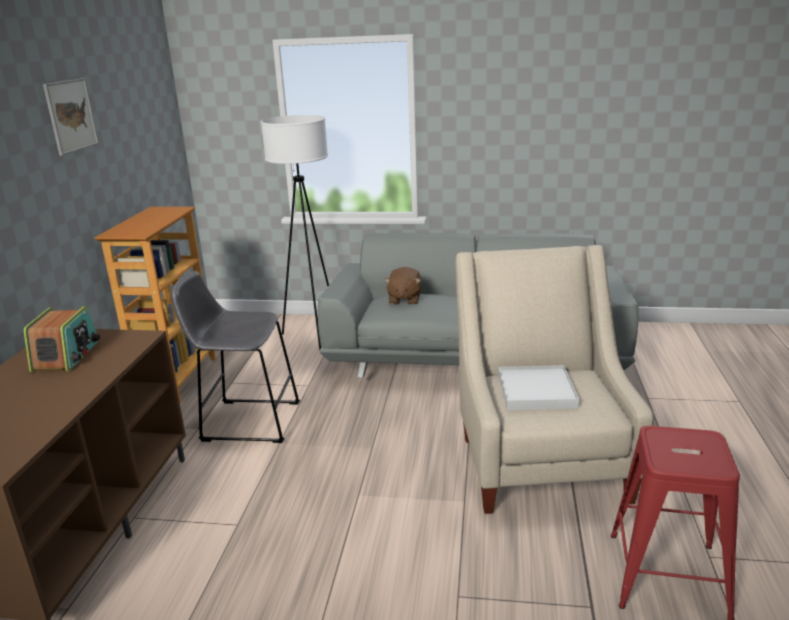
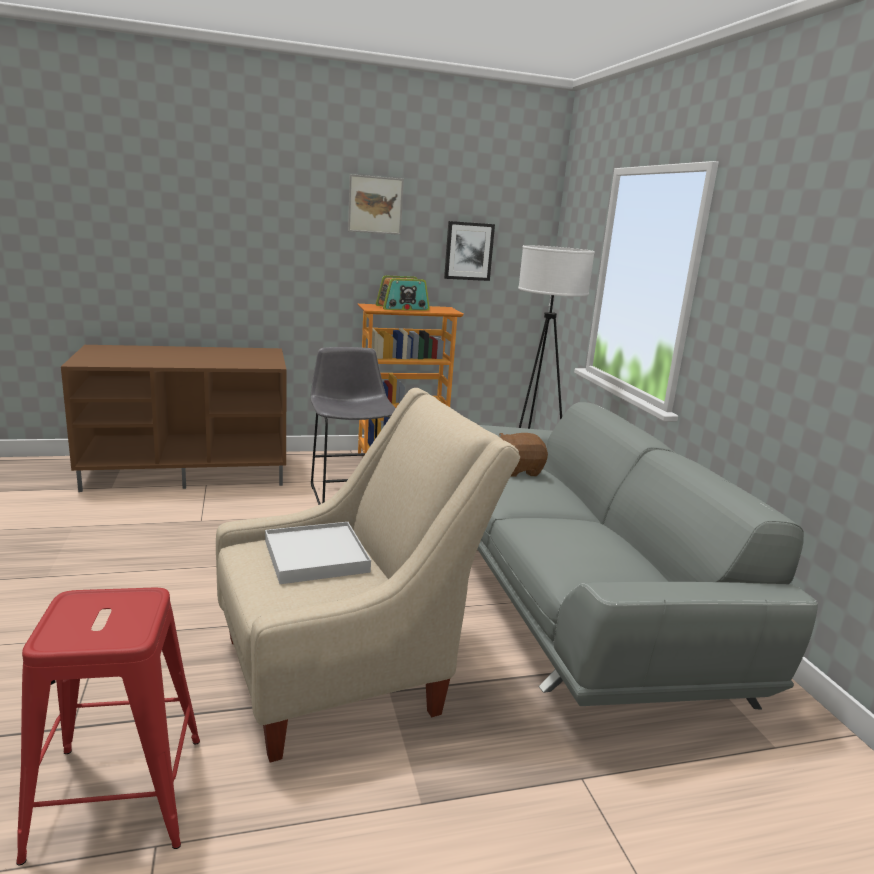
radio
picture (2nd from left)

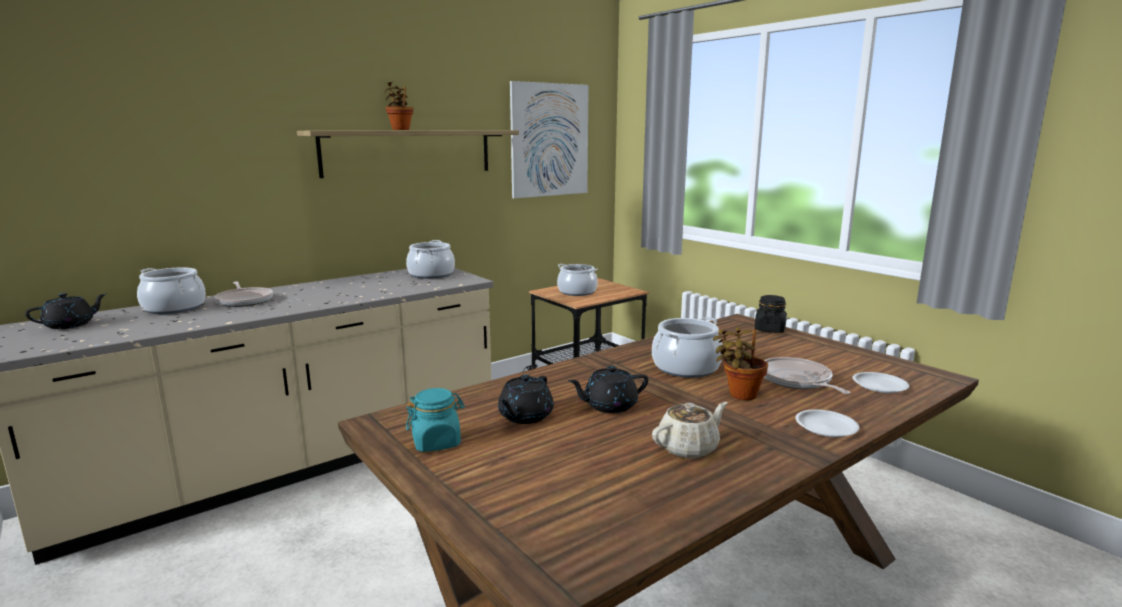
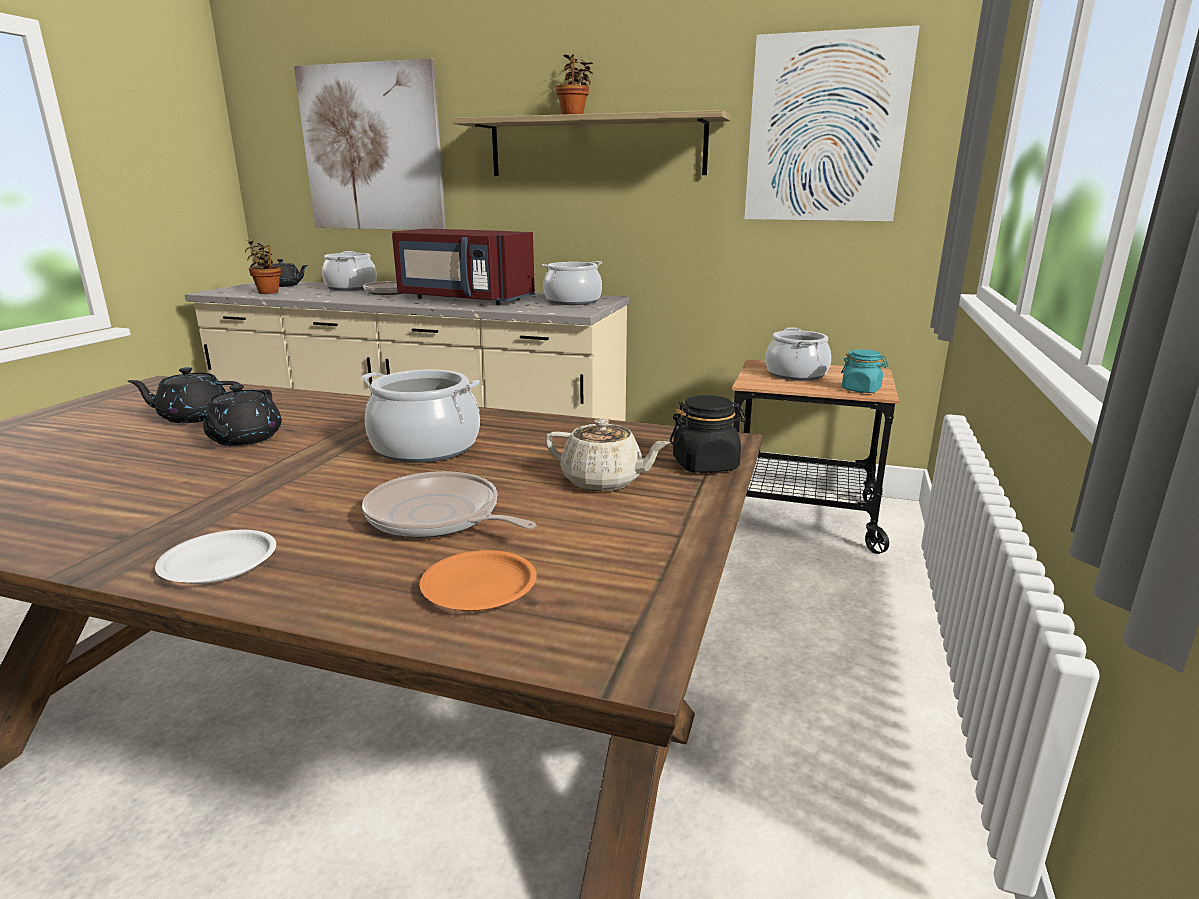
potted plant (1st from left)
frying pan (2nd from left)
teapot (black) (2nd from left)
plate (orange)
jar (turquoise)
teapot (beige)
picture (1st from left)
microwave (red)

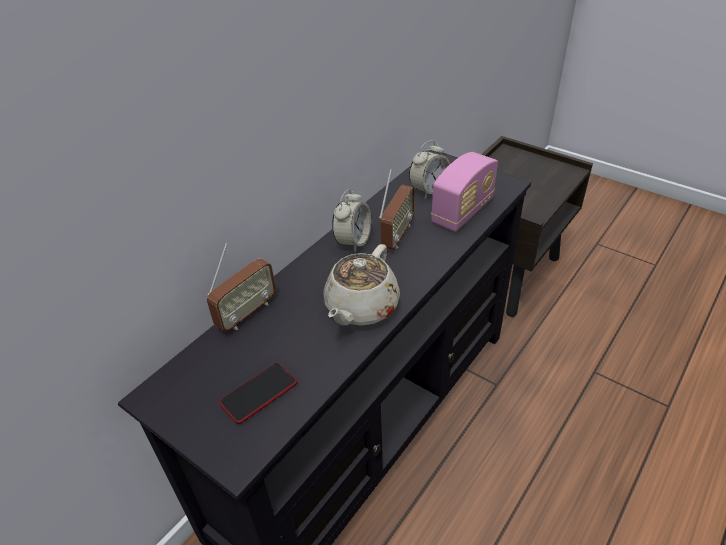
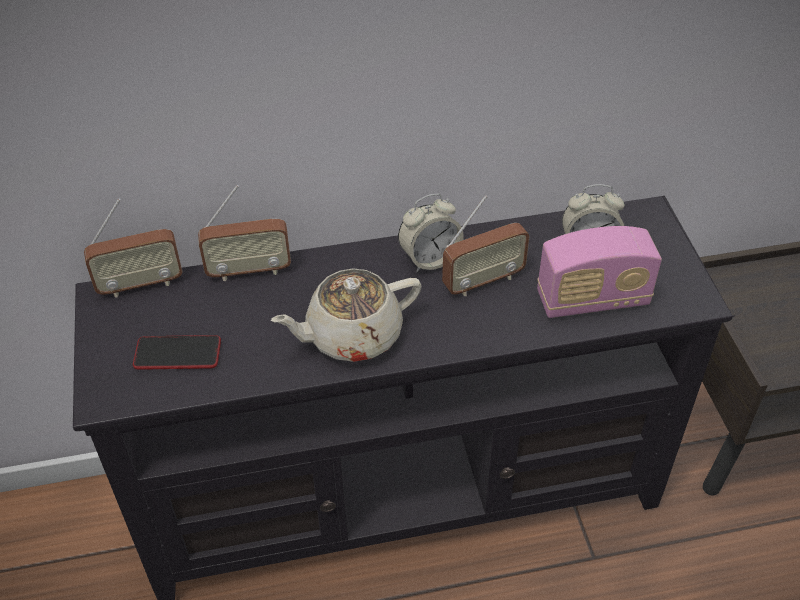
radio (1st from left)

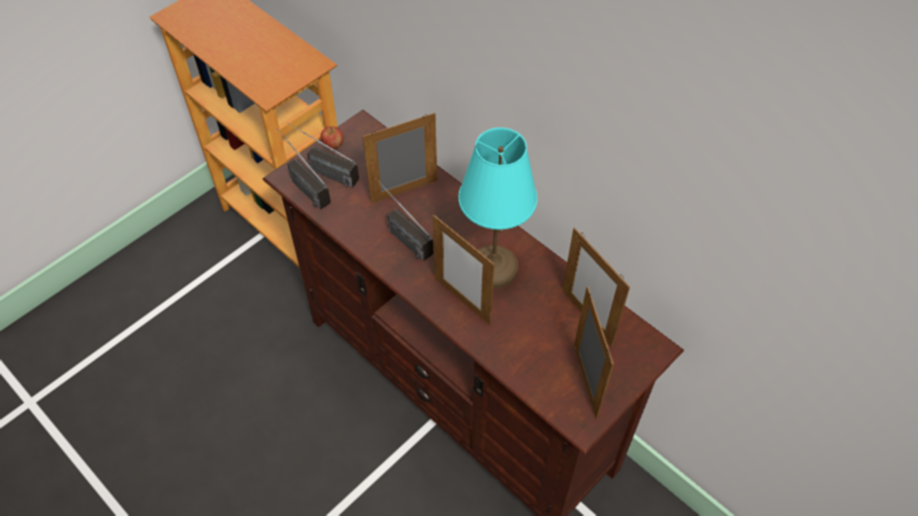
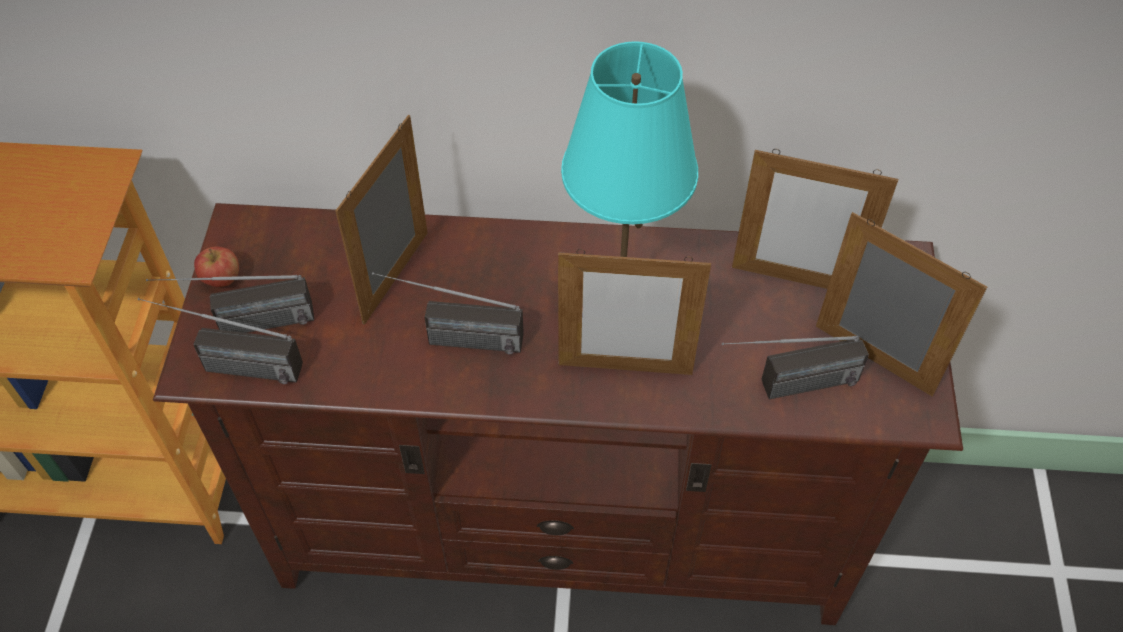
radio (4th from left)

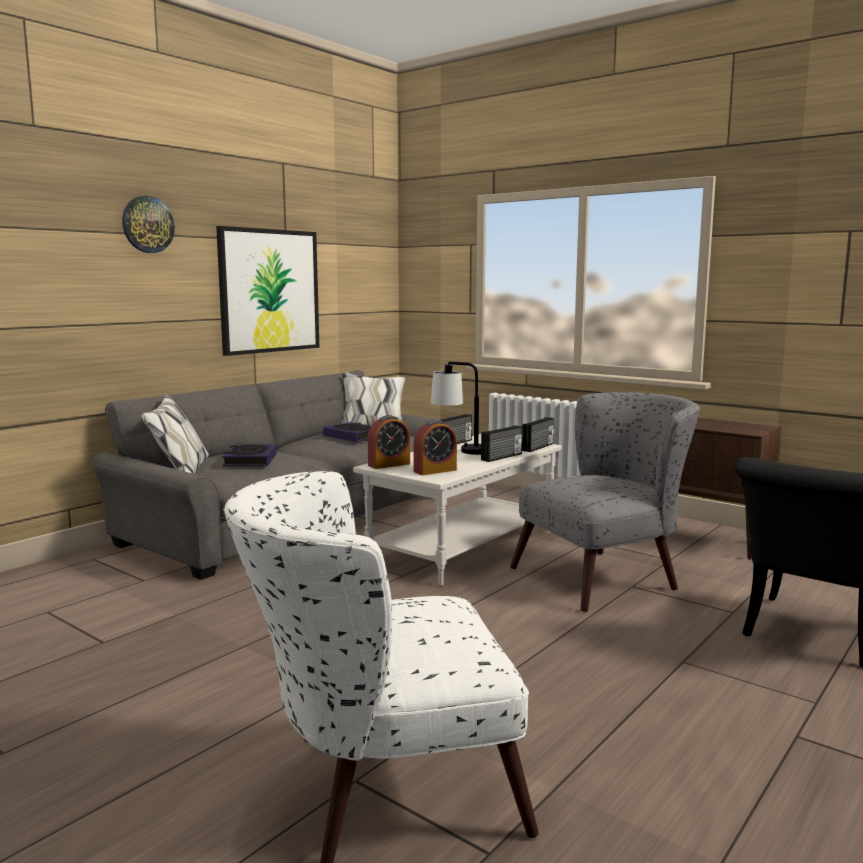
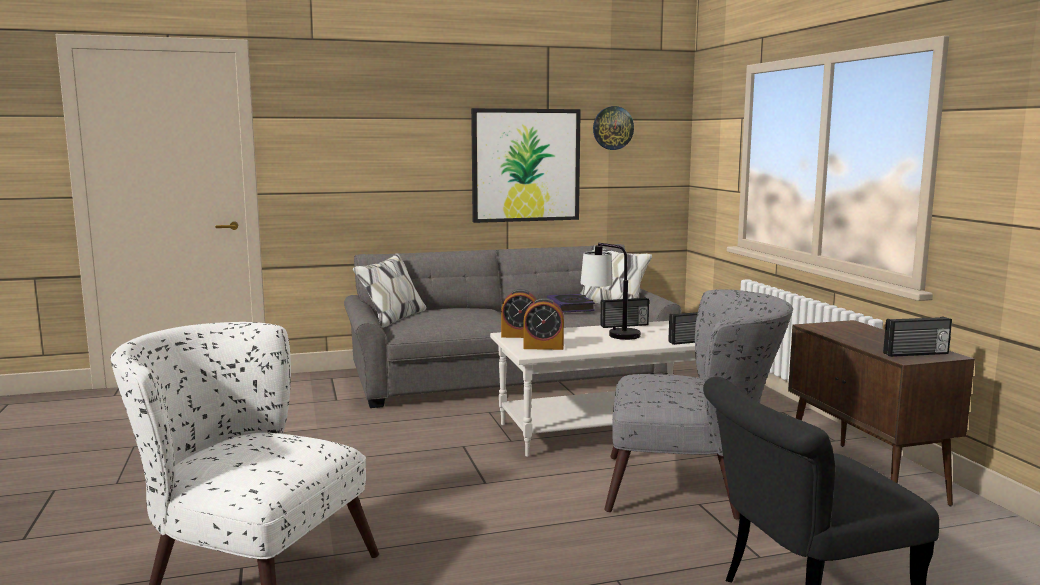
wall clock
radio (3rd from left)
book (1st from left in the first image)

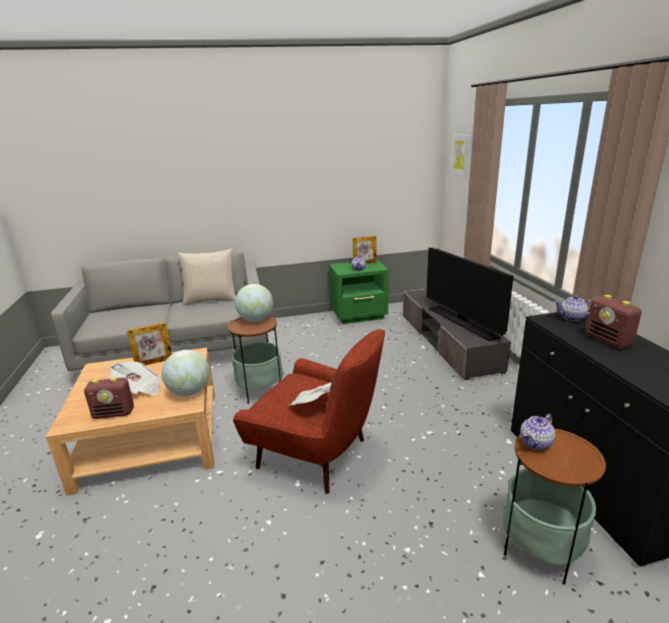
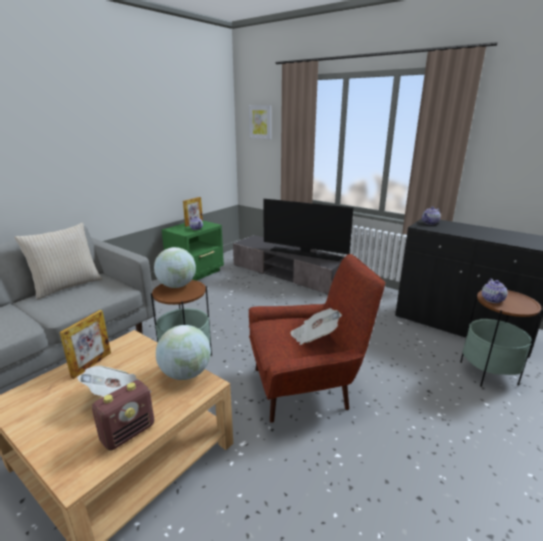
radio (2nd from left in the first image)

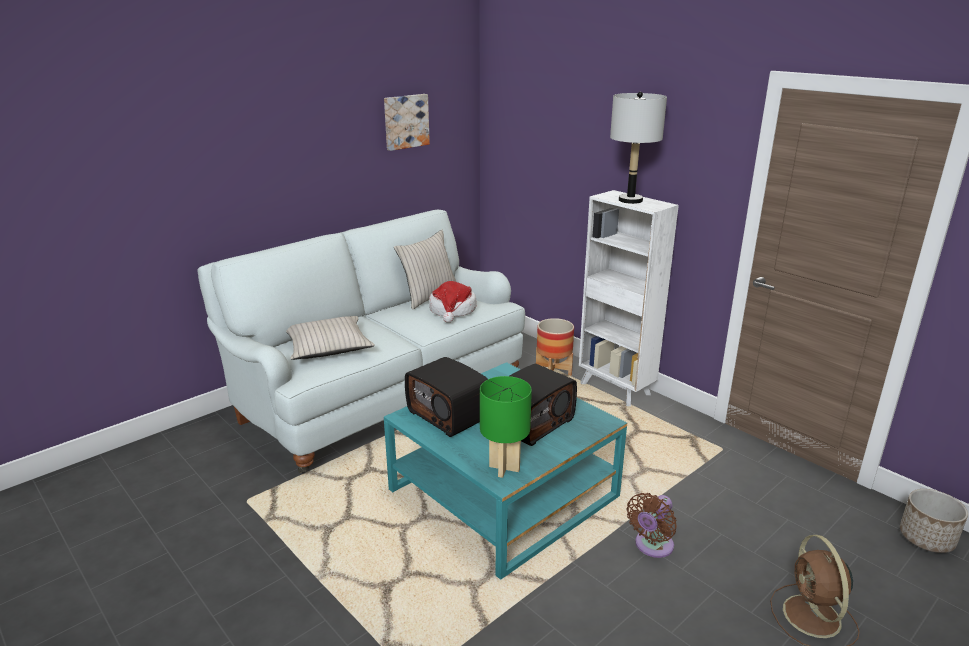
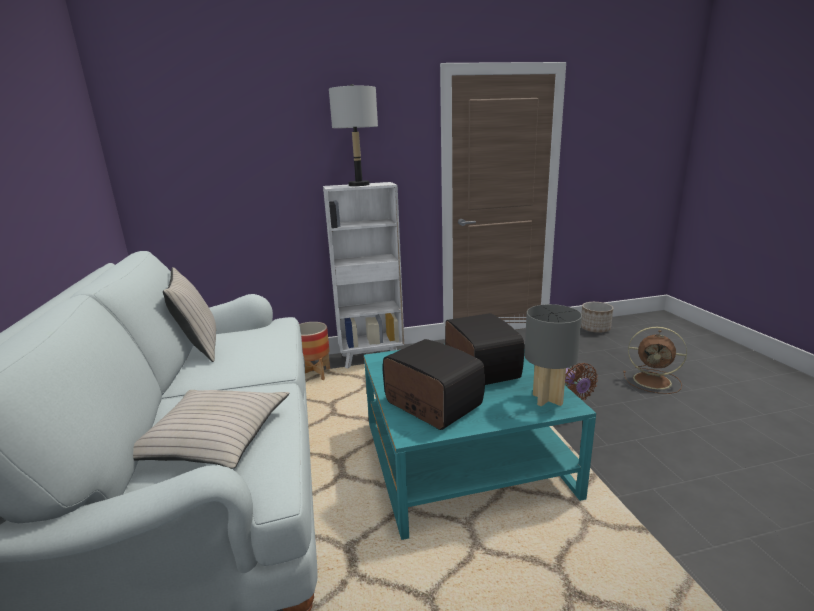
picture
hat
radio (1st from left)
table lamp (grey) (2nd from left)

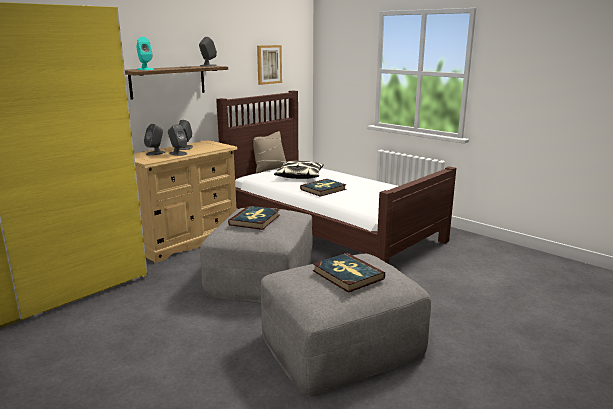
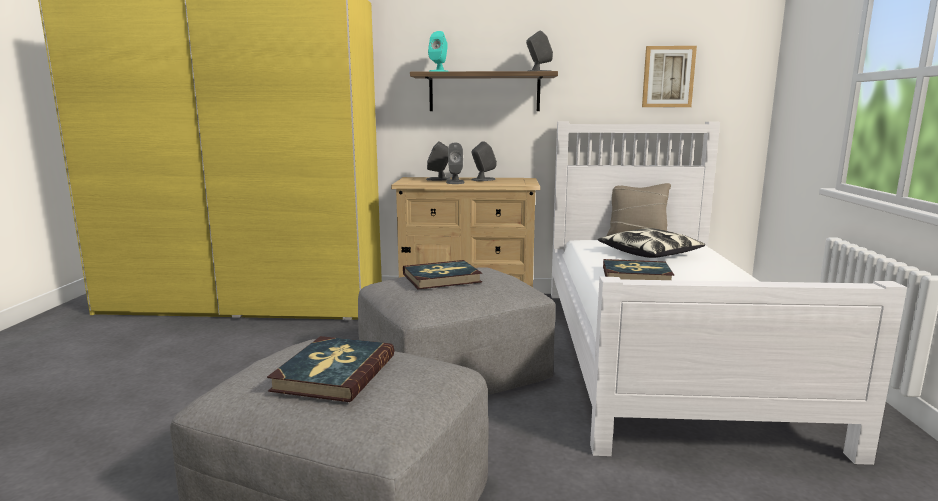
bed (white)

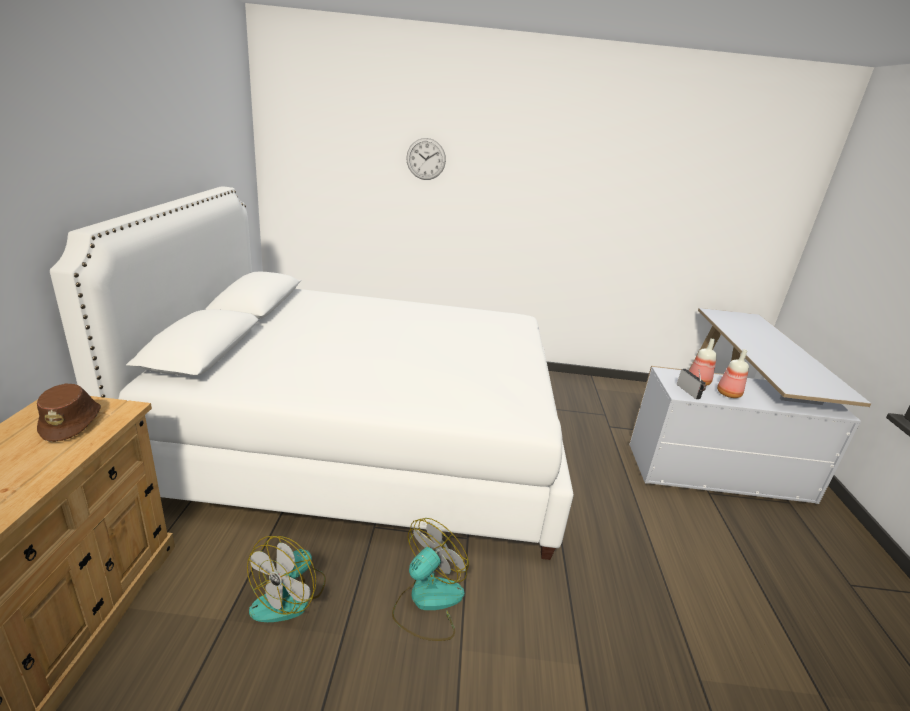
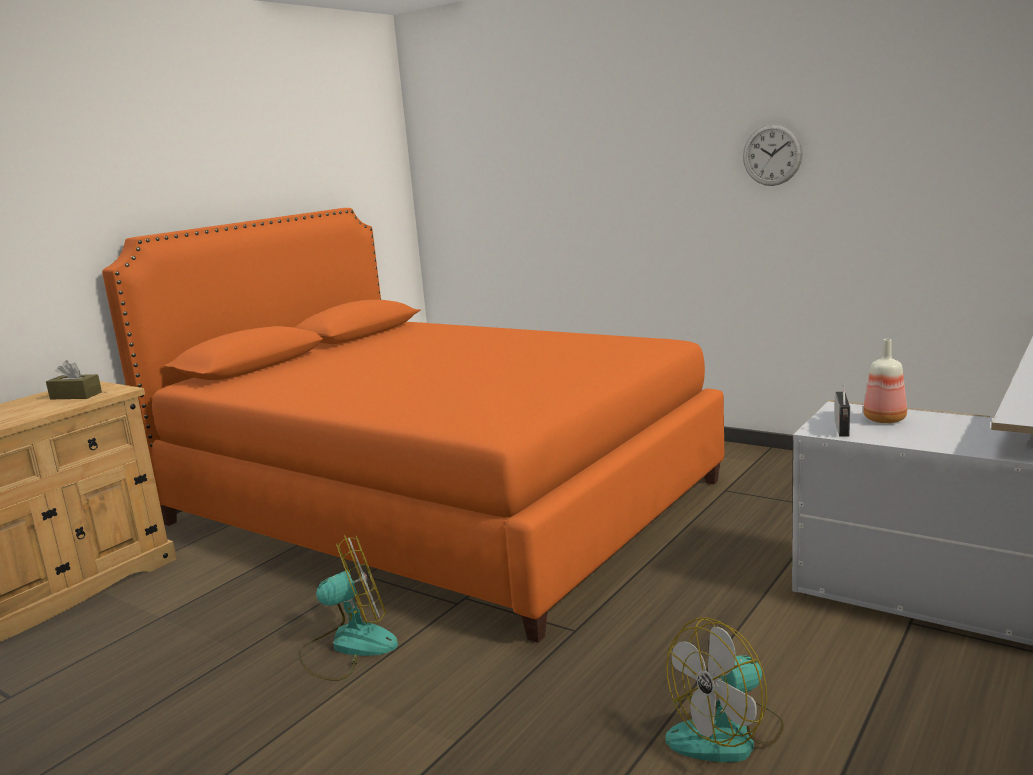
wall clock
bed (orange)
bottle (2nd from left in the first image)
tissue box (brown)
fan (2nd from left)

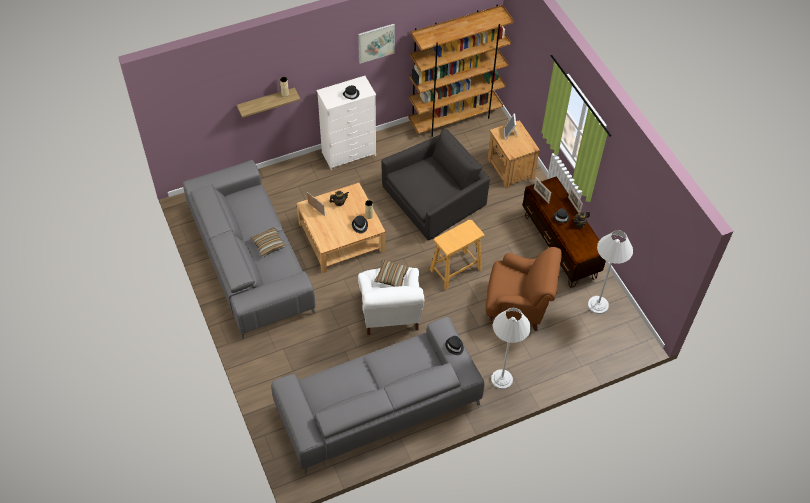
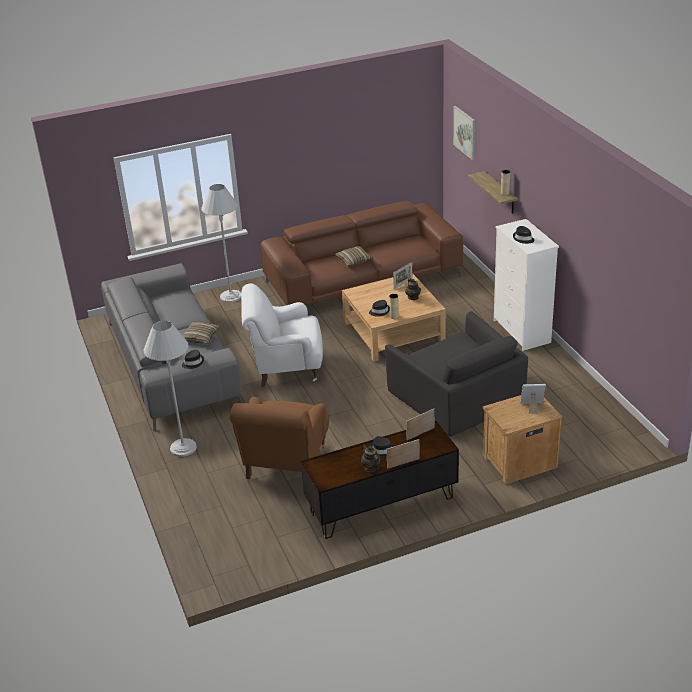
bookcase (brown)
picture
sofa (brown)
stool (beige)
floor lamp (white) (2nd from left)
pillow (1st from left)

